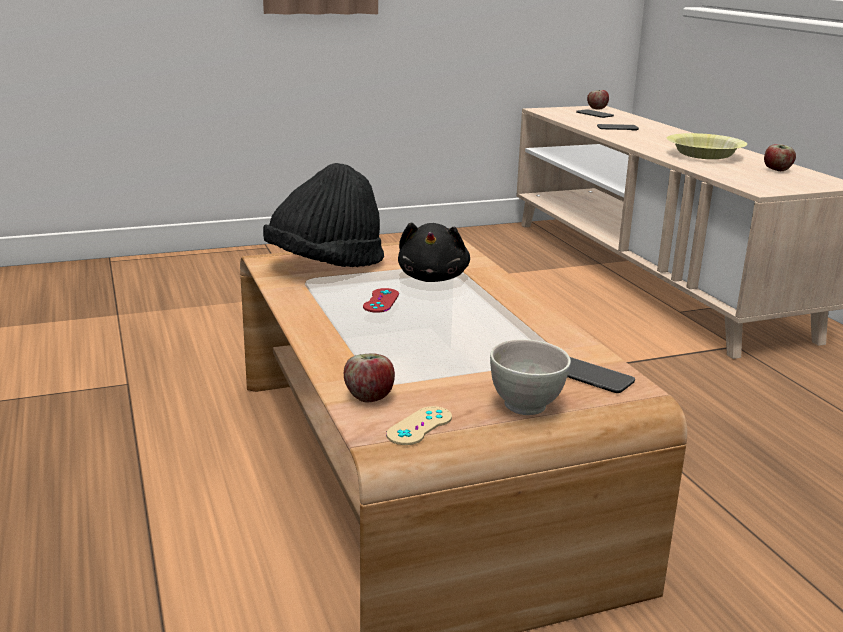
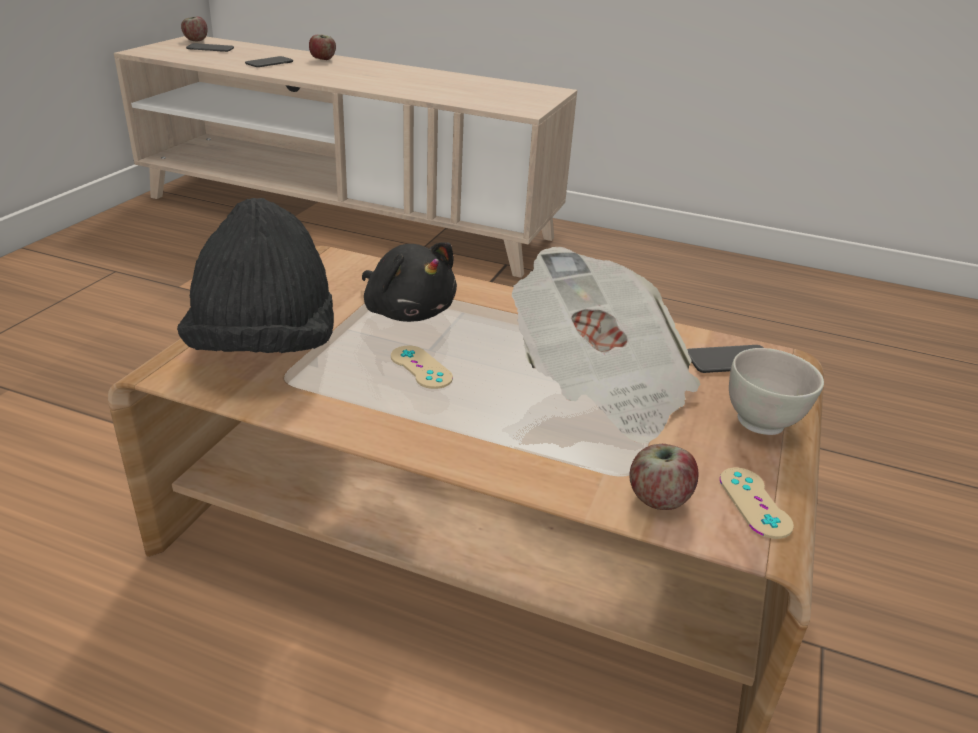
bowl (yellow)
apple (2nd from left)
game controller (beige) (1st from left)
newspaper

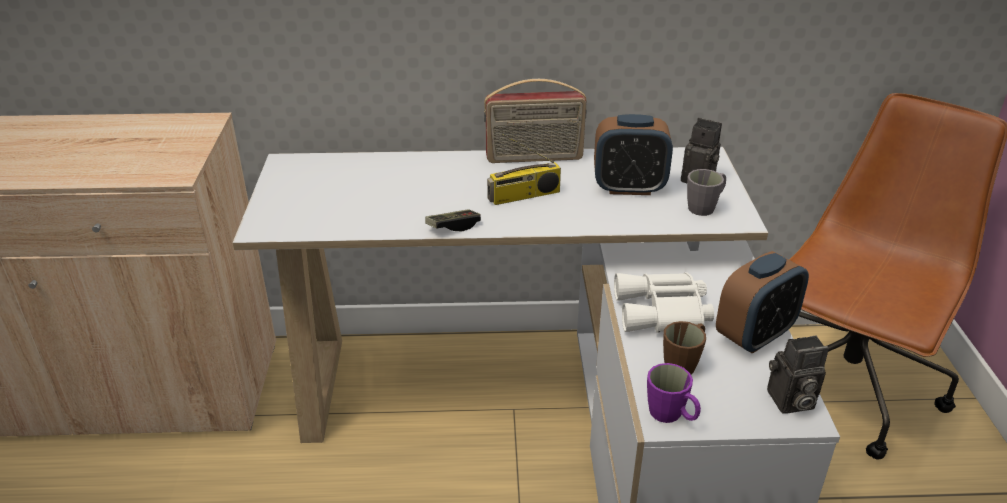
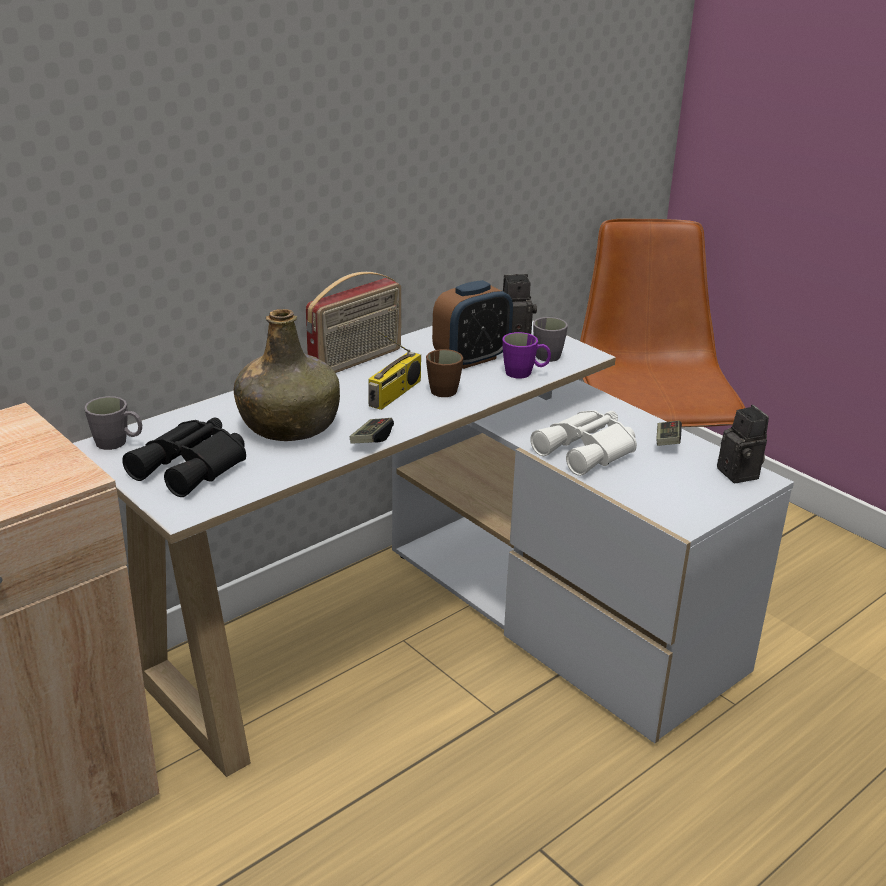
game controller (2nd from left)
mug (brown)
photo camera (2nd from left)
mug (purple)
bottle (green)
mug (grey) (1st from left)
binoculars (black)

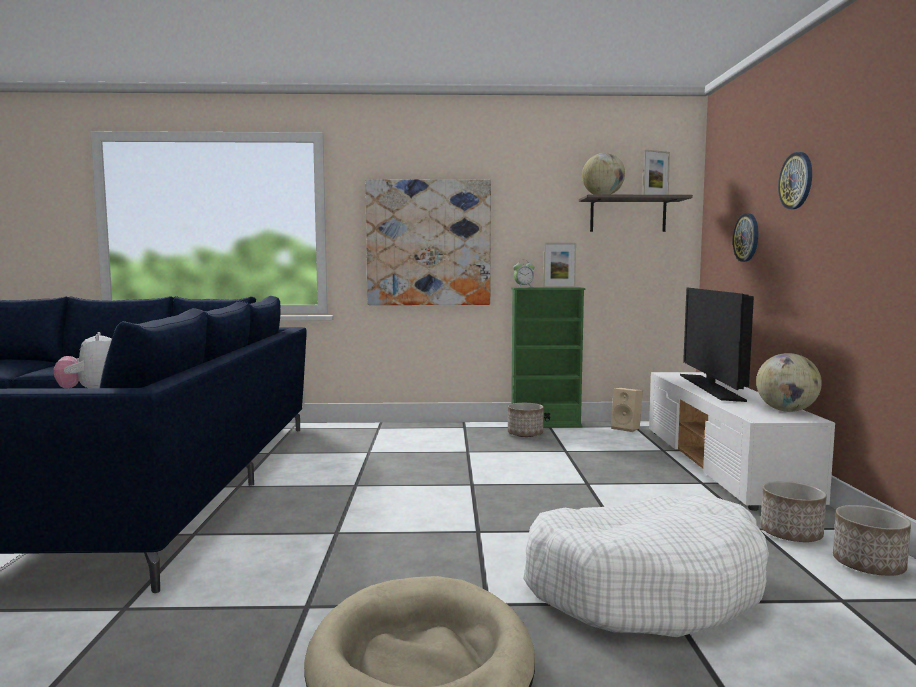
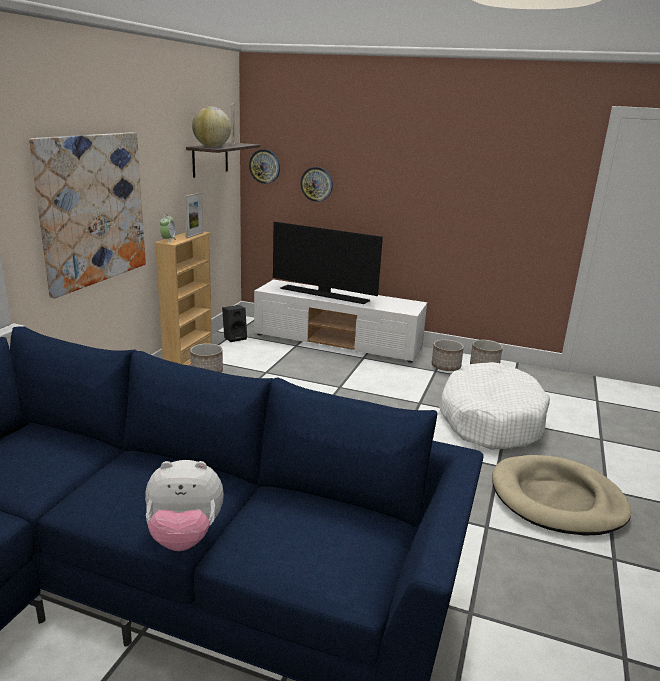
wall clock (1st from left)
bookcase (beige)
globe (2nd from left in the first image)
speaker (black)

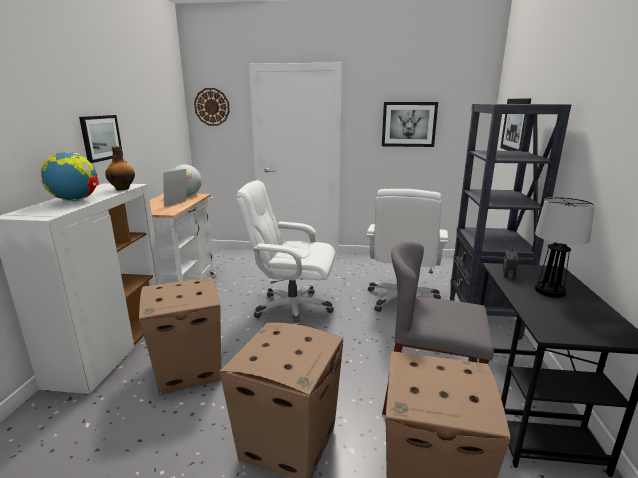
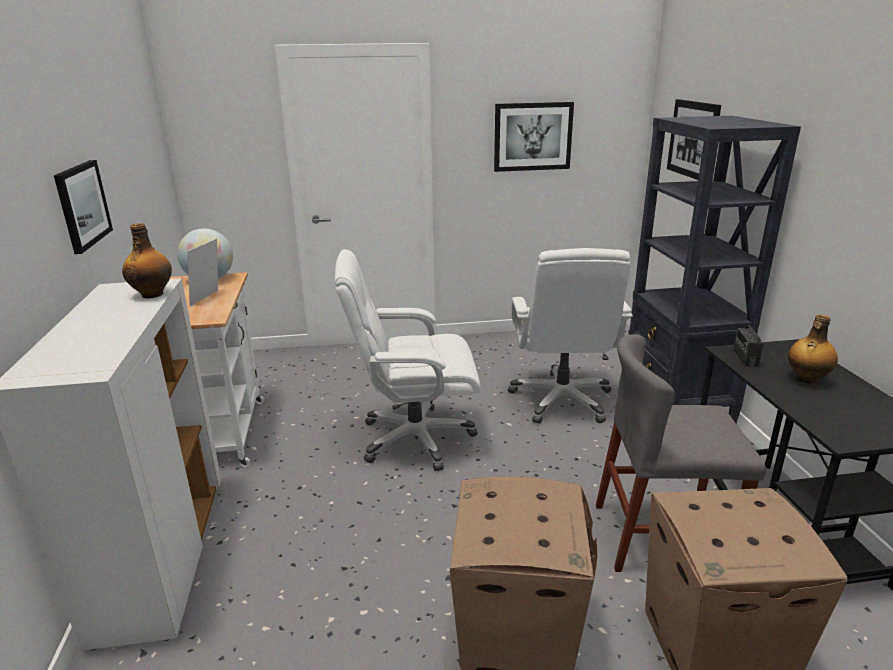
wall clock
globe (1st from left in the first image)
bottle (2nd from left)
cardboard box (1st from left in the first image)

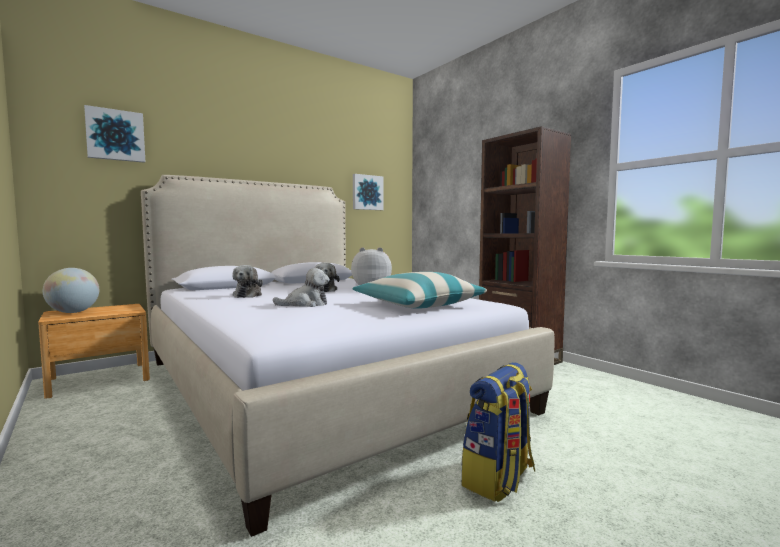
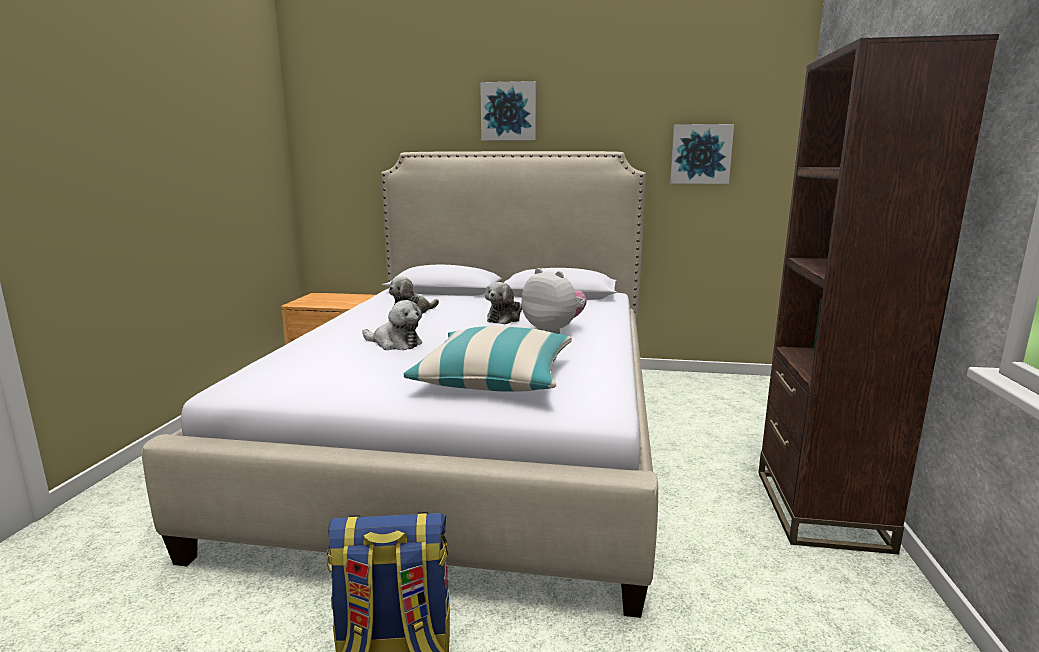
picture (1st from left)
globe

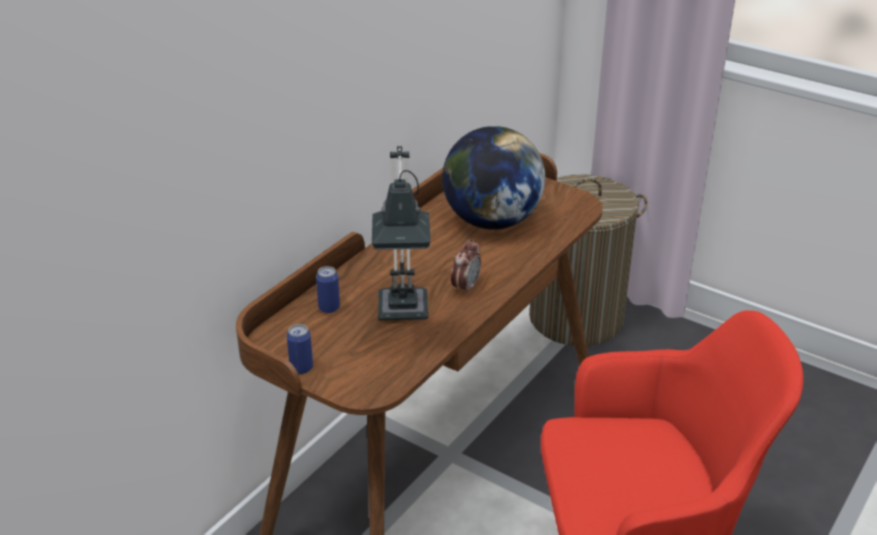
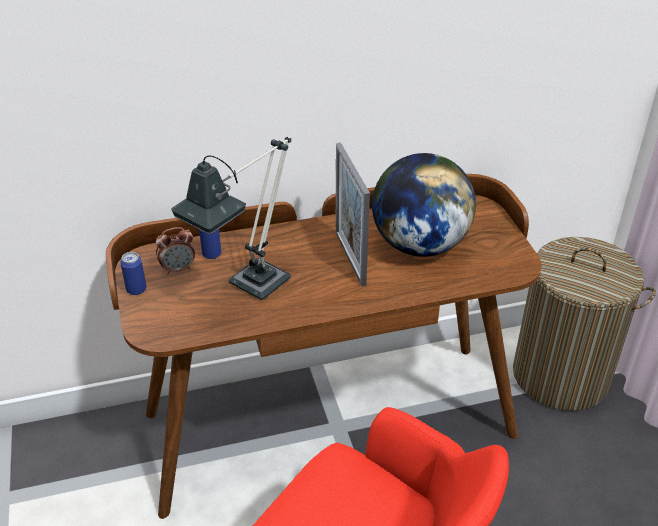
alarm clock
picture frame

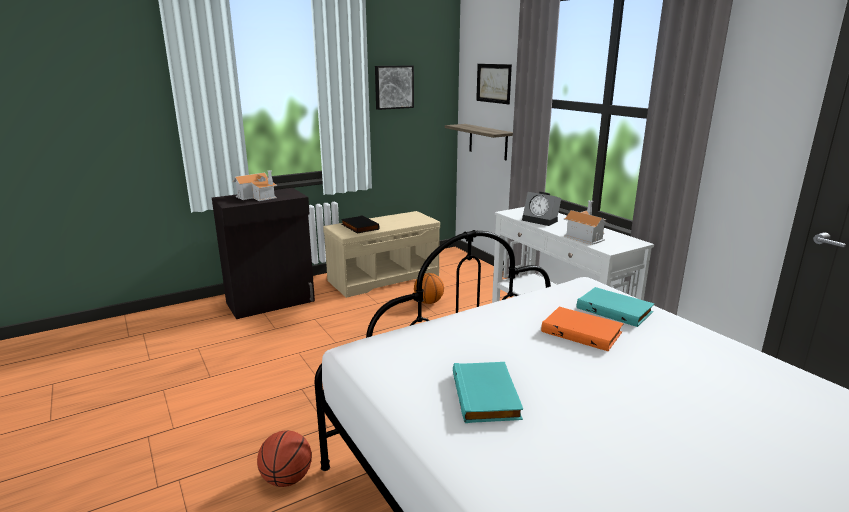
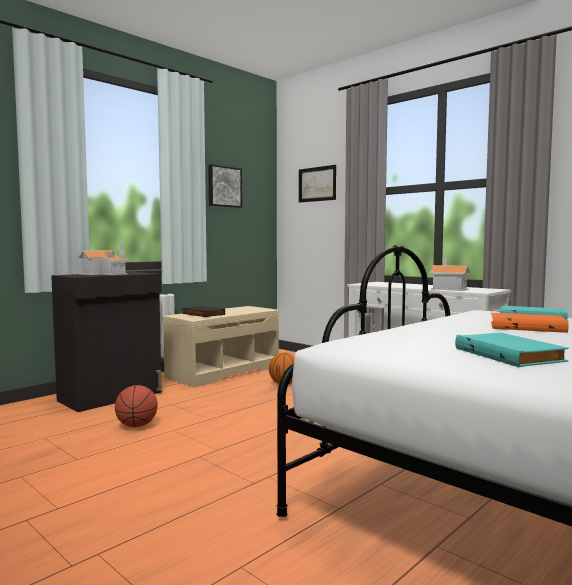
shelf
alarm clock
basketball (1st from left)

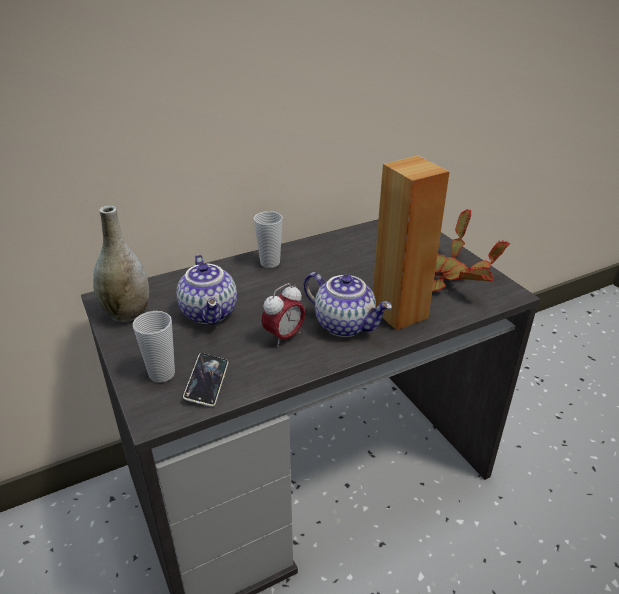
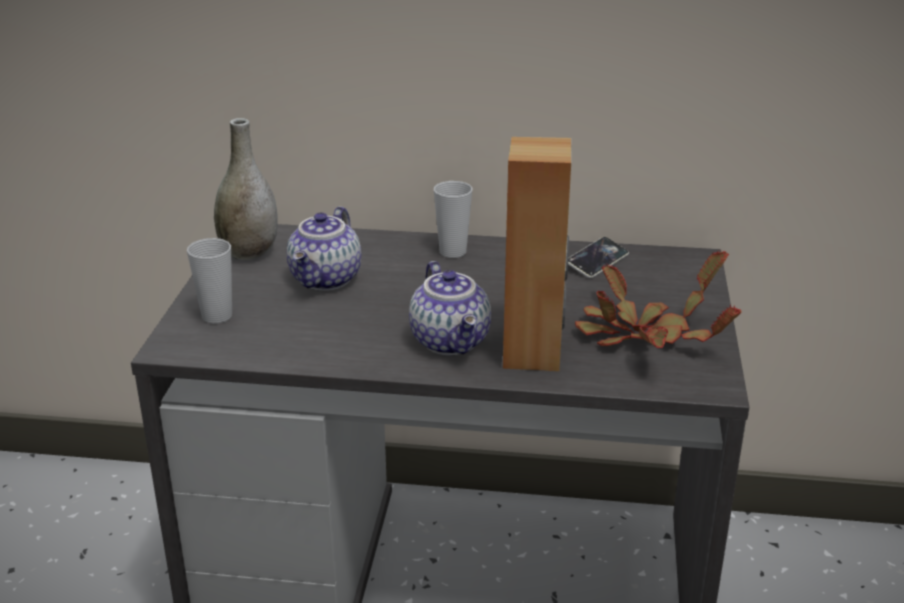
alarm clock
phone

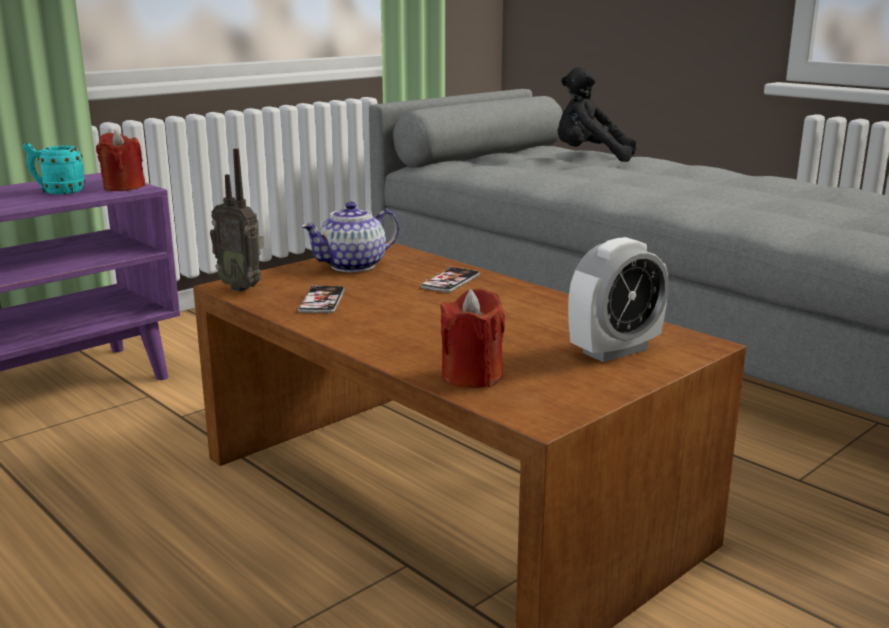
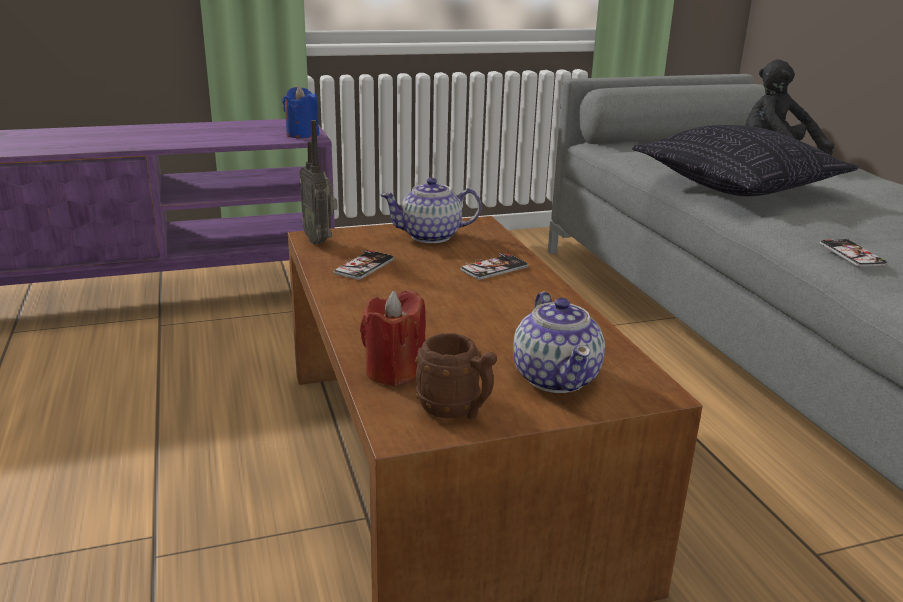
candle (blue)
mug (turquoise)
teapot (2nd from left)
pillow
phone (3rd from left)
mug (brown)

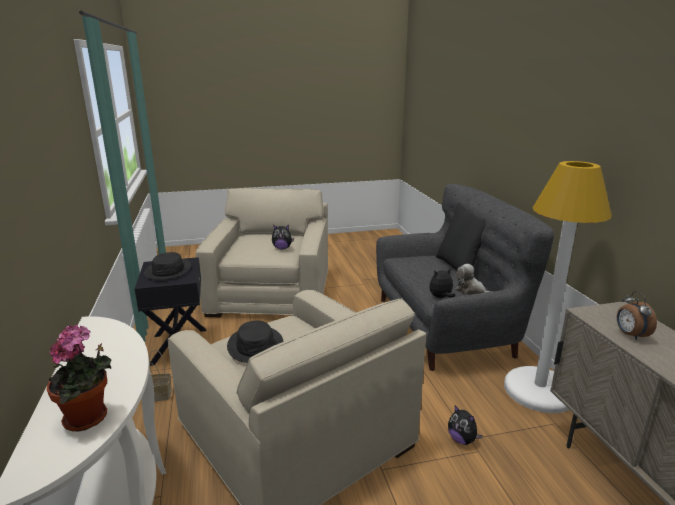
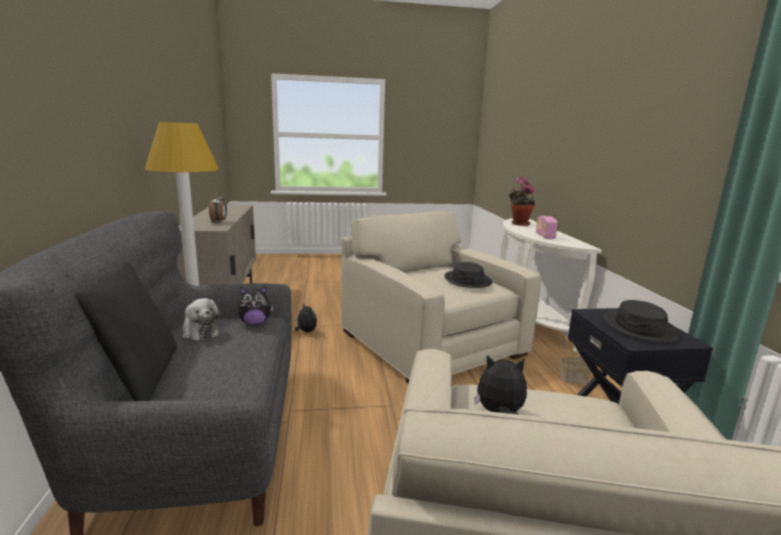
radio

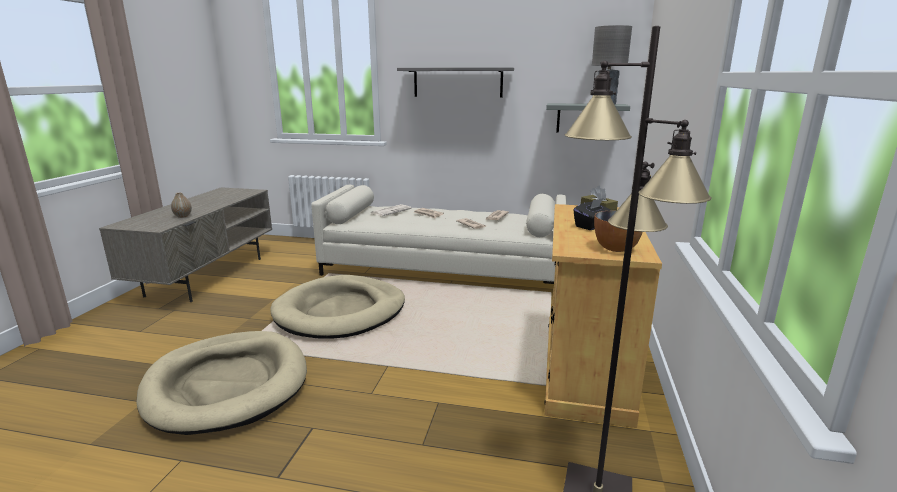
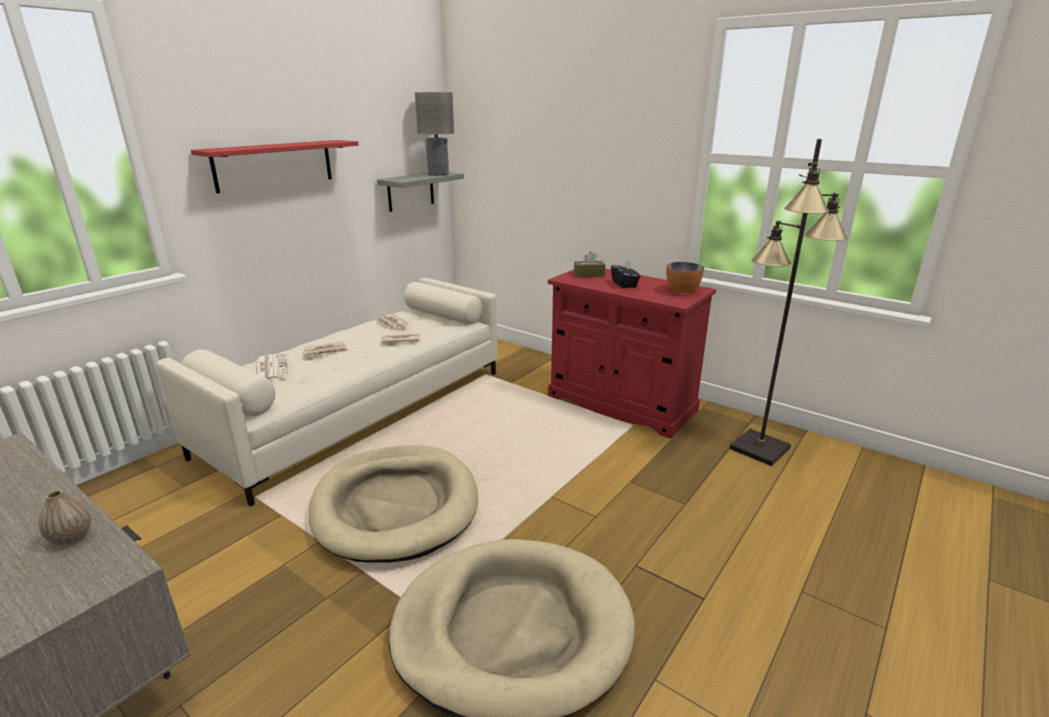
shelf (red)
cabinet (red)

